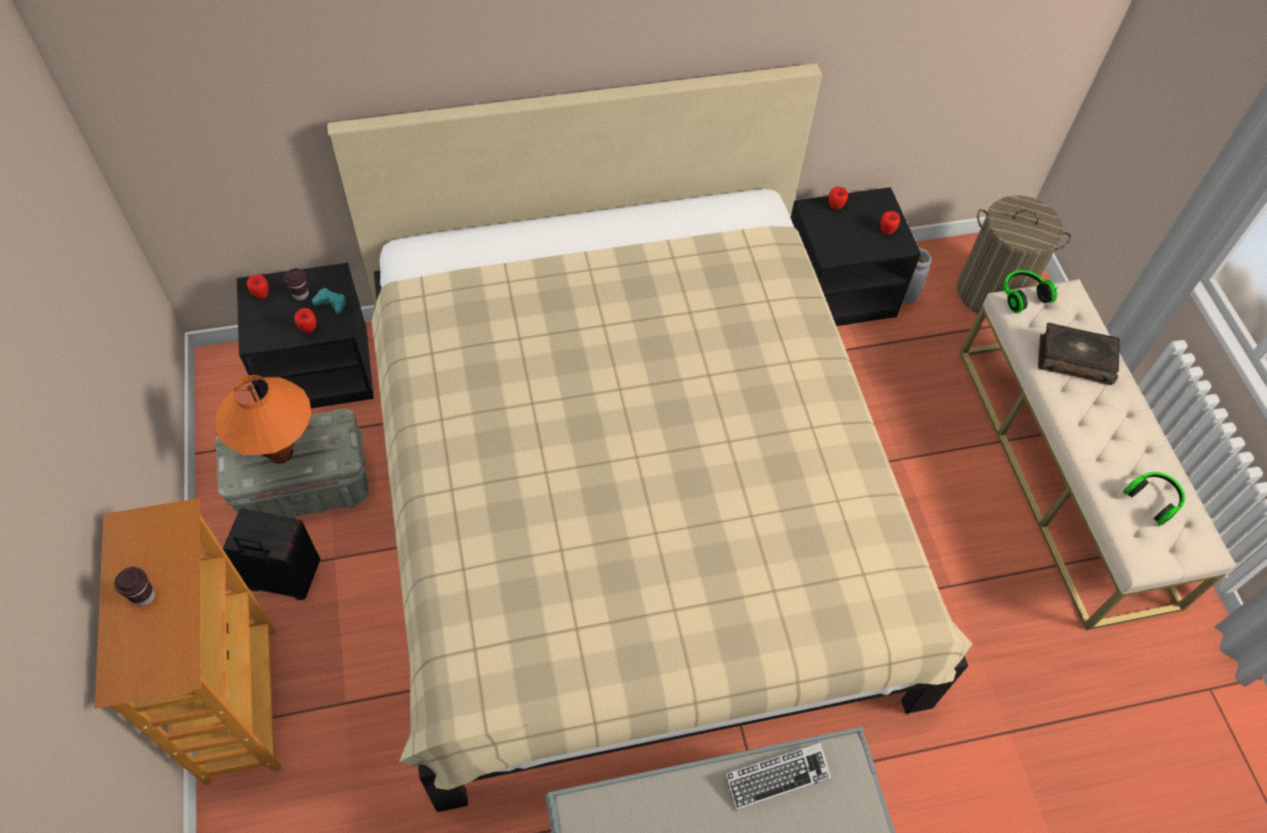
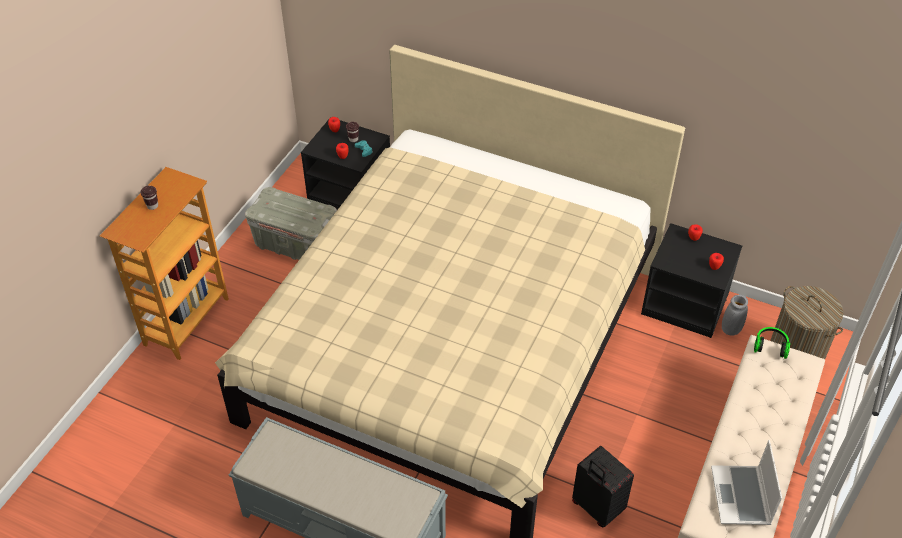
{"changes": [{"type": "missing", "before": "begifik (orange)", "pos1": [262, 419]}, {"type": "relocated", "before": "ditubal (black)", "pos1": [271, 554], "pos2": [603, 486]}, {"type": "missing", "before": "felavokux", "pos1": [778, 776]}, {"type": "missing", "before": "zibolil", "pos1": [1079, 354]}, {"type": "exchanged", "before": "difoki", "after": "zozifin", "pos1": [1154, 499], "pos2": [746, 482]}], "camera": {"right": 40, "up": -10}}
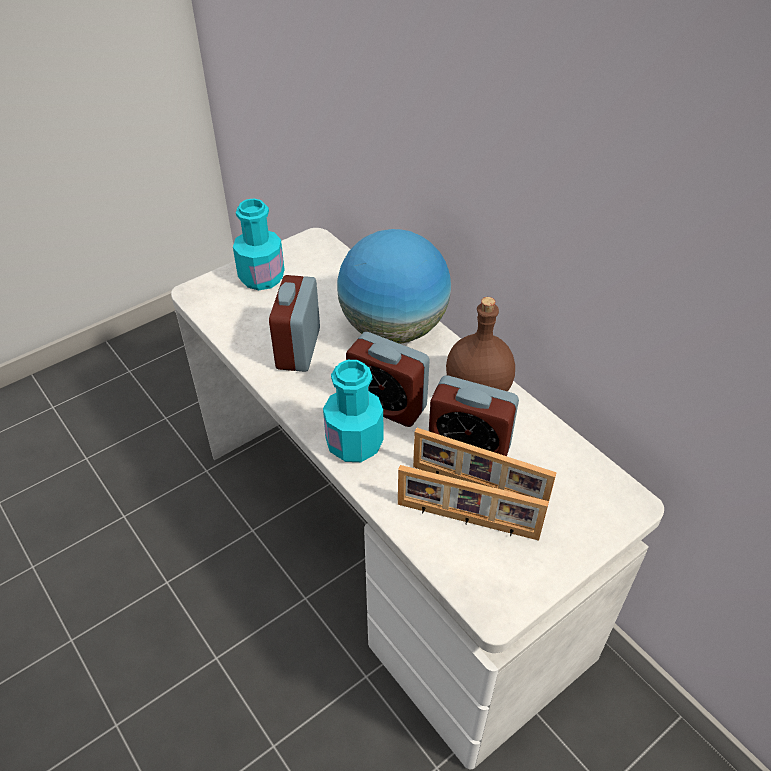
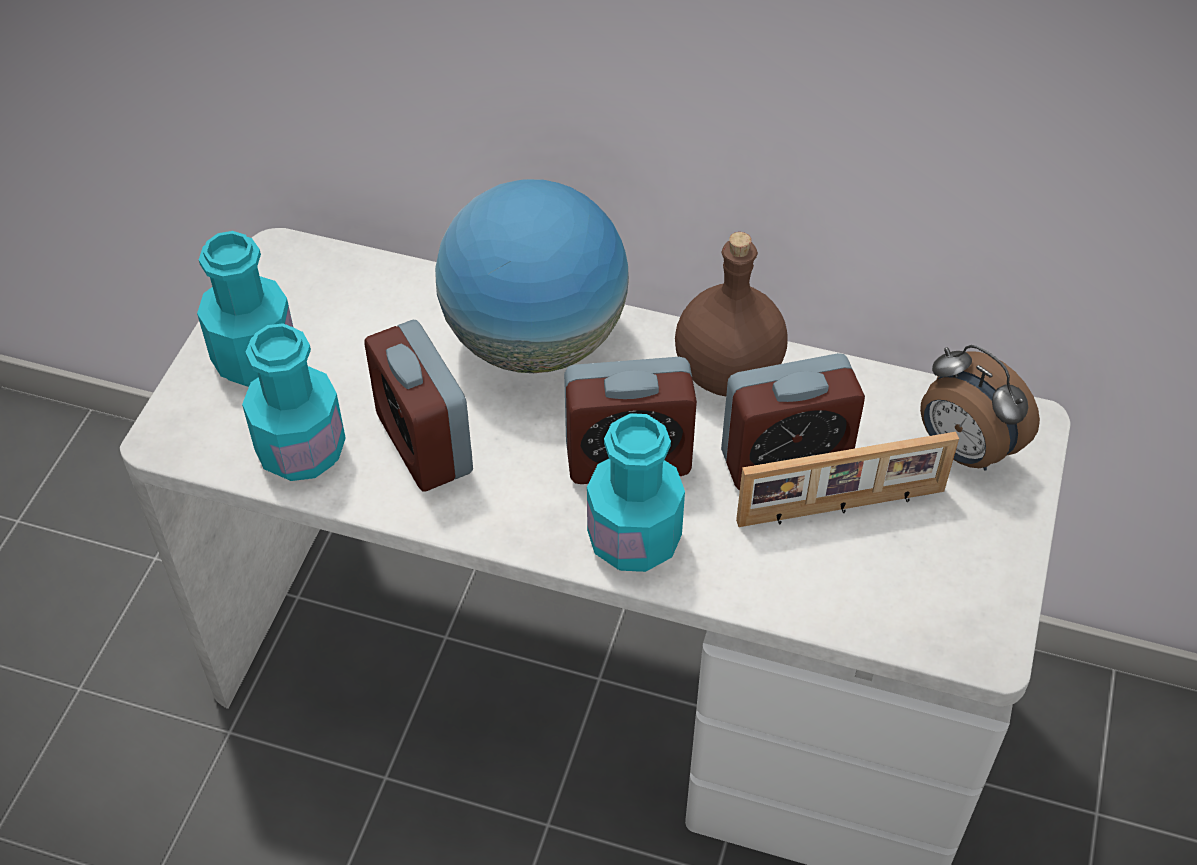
{"changes": [{"type": "missing", "before": "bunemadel", "pos1": [473, 503]}, {"type": "appeared", "after": "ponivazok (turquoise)", "pos2": [294, 402]}, {"type": "appeared", "after": "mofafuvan", "pos2": [980, 408]}], "camera": {"right": -35, "up": 5}}
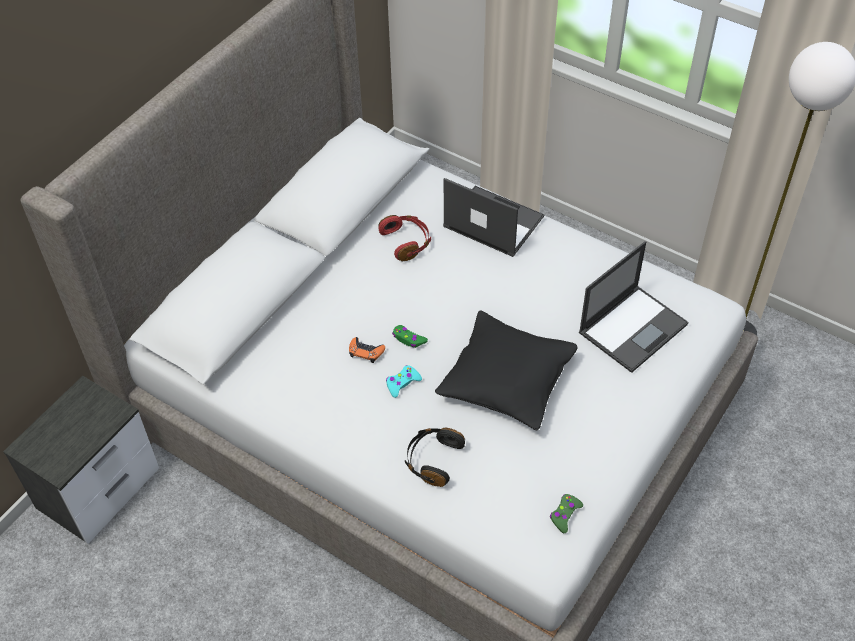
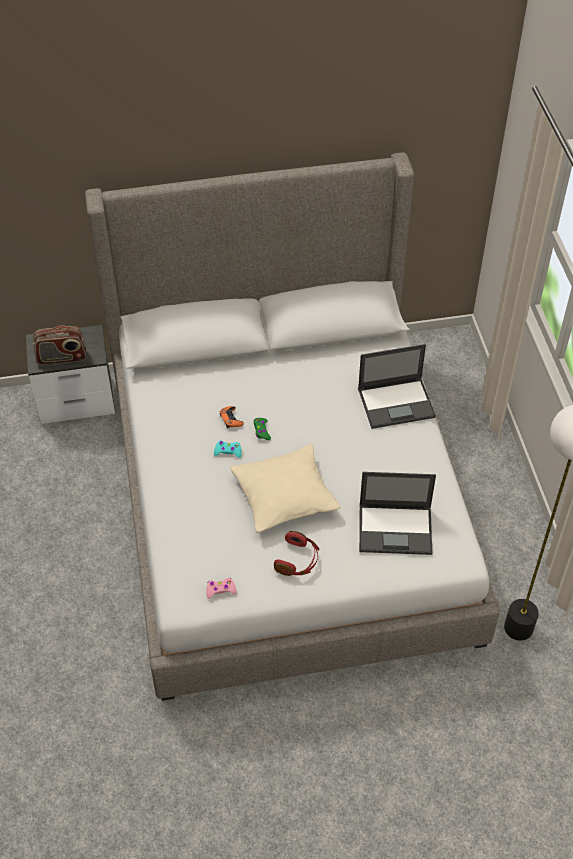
{"changes": [{"type": "relocated", "before": "difoki (red)", "pos1": [404, 238], "pos2": [296, 553]}, {"type": "missing", "before": "difoki (black)", "pos1": [435, 457]}, {"type": "colour", "before": "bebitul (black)", "after": "bebitul (beige)", "pos1": [506, 370], "pos2": [285, 488]}, {"type": "spun", "before": "zozifin", "pos1": [494, 217], "pos2": [397, 386], "turn": 90}, {"type": "colour", "before": "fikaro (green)", "after": "fikaro (pink)", "pos1": [566, 513], "pos2": [221, 588]}, {"type": "appeared", "after": "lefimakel", "pos2": [60, 345]}], "camera": {"right": 45, "up": 0}}
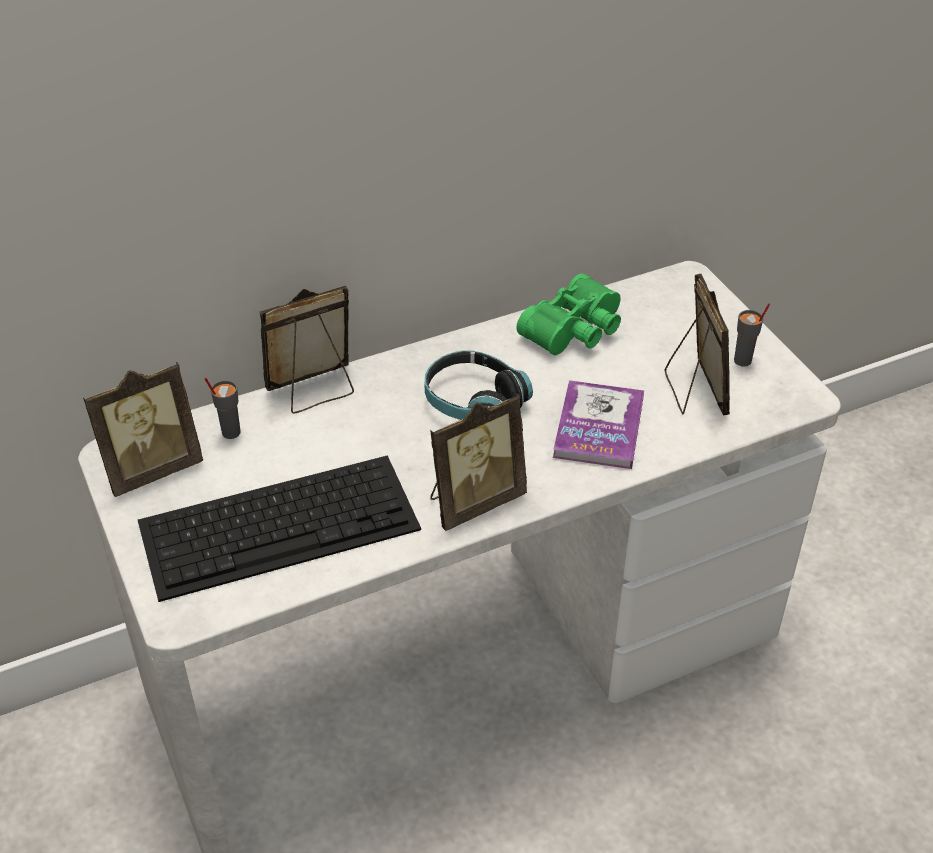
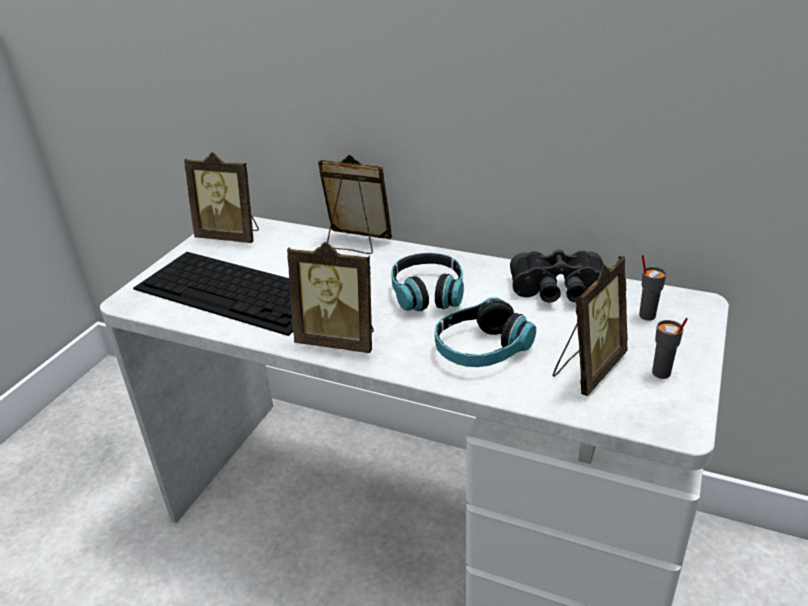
{"changes": [{"type": "relocated", "before": "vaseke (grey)", "pos1": [222, 408], "pos2": [653, 287]}, {"type": "colour", "before": "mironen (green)", "after": "mironen (black)", "pos1": [569, 314], "pos2": [556, 276]}, {"type": "exchanged", "before": "zibolil", "after": "difoki", "pos1": [598, 424], "pos2": [485, 332]}], "camera": {"right": 50, "up": -10}}
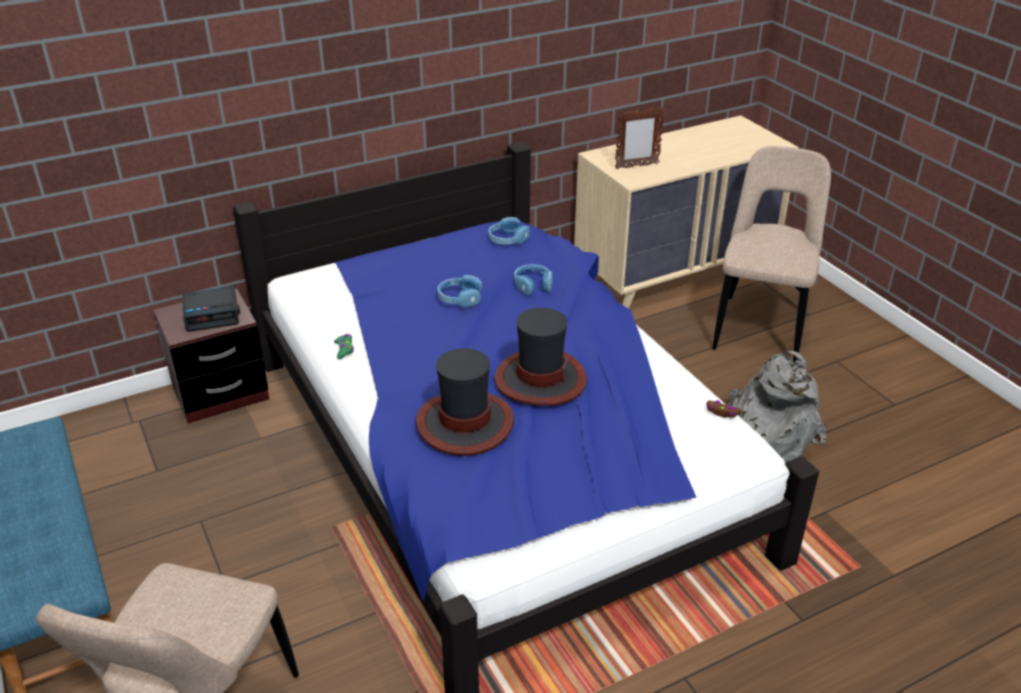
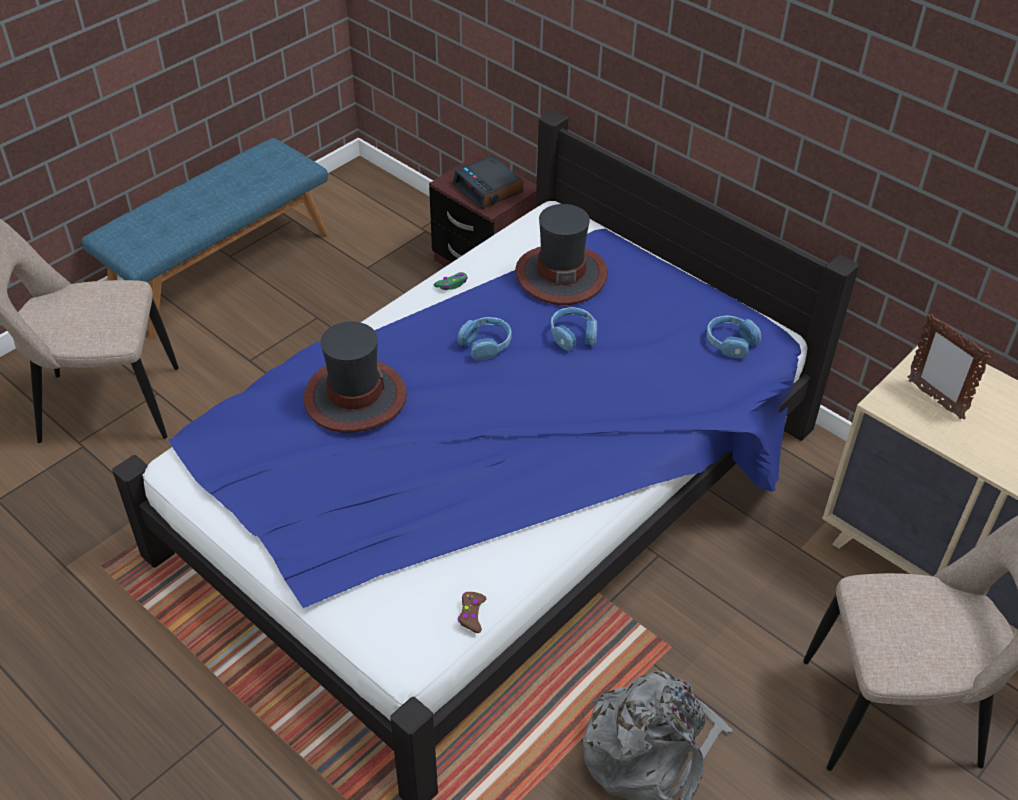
{"changes": [{"type": "relocated", "before": "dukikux", "pos1": [540, 357], "pos2": [561, 254]}, {"type": "relocated", "before": "difoki (blue)", "pos1": [533, 280], "pos2": [484, 338]}], "camera": {"right": 70, "up": 10}}
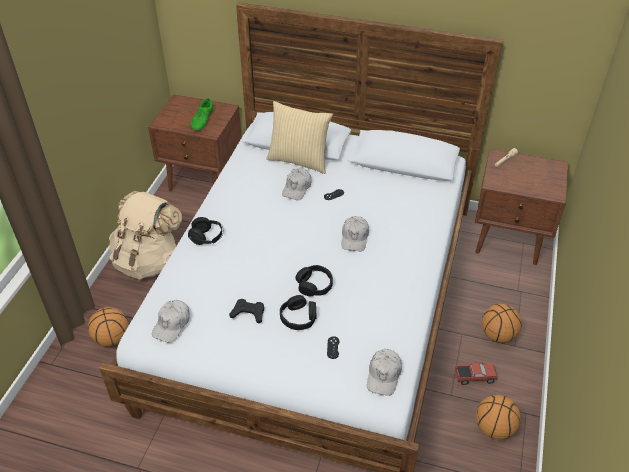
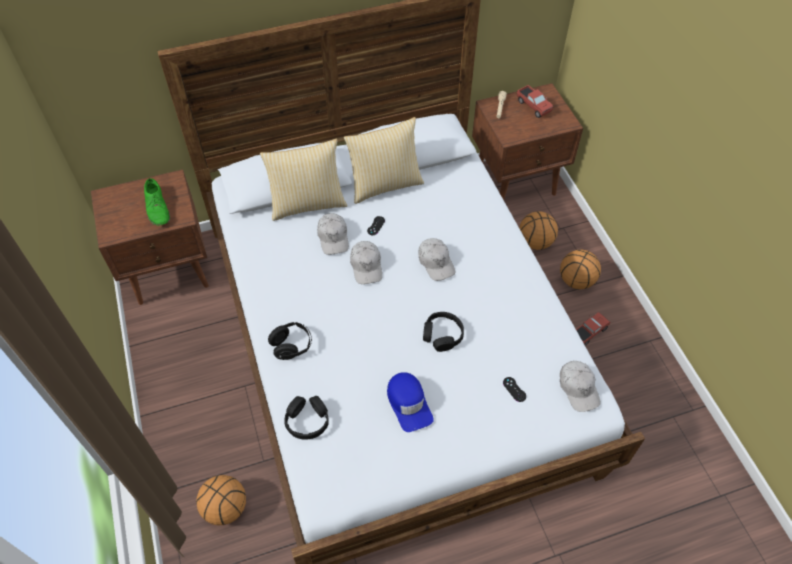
{"changes": [{"type": "missing", "before": "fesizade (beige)", "pos1": [145, 235]}, {"type": "relocated", "before": "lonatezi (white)", "pos1": [171, 321], "pos2": [366, 262]}, {"type": "exchanged", "before": "fikaro (black)", "after": "lonatezi (blue)", "pos1": [246, 311], "pos2": [410, 402]}, {"type": "relocated", "before": "difoki (black)", "pos1": [298, 312], "pos2": [306, 418]}, {"type": "relocated", "before": "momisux", "pos1": [498, 417], "pos2": [538, 230]}, {"type": "appeared", "after": "bebitul", "pos2": [384, 160]}, {"type": "appeared", "after": "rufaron", "pos2": [535, 101]}], "camera": {"right": -35, "up": 10}}
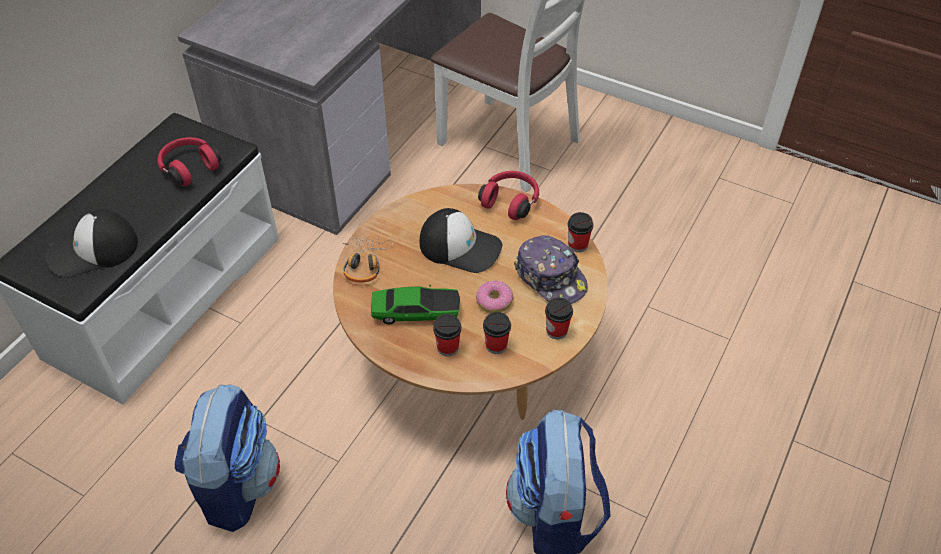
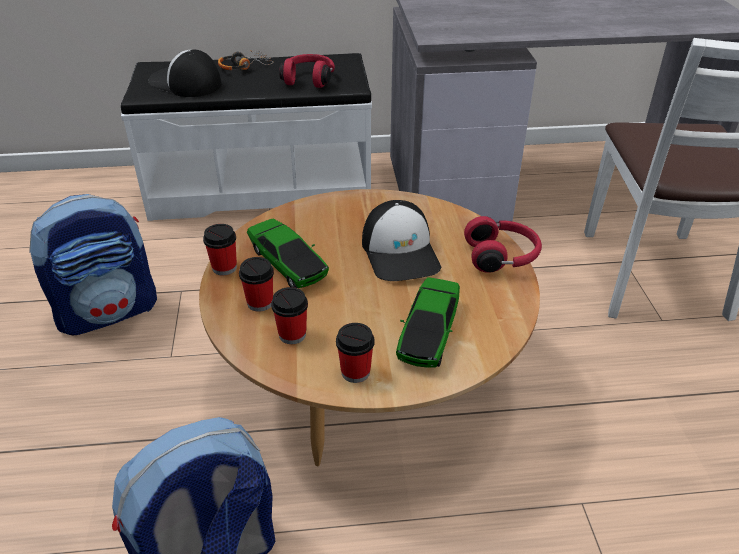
{"changes": [{"type": "relocated", "before": "difoki", "pos1": [368, 260], "pos2": [245, 60]}, {"type": "missing", "before": "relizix", "pos1": [494, 297]}, {"type": "exchanged", "before": "lonatezi", "after": "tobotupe", "pos1": [551, 269], "pos2": [428, 323]}, {"type": "relocated", "before": "vaseke", "pos1": [581, 232], "pos2": [220, 249]}], "camera": {"right": 55, "up": -10}}
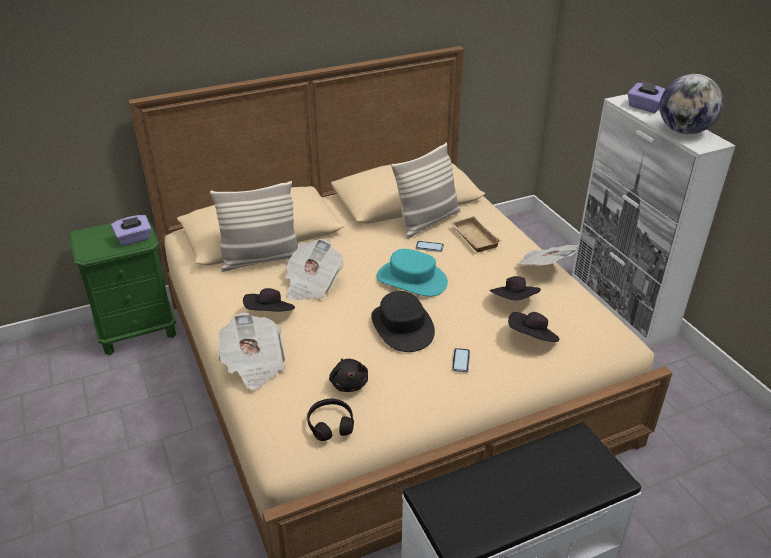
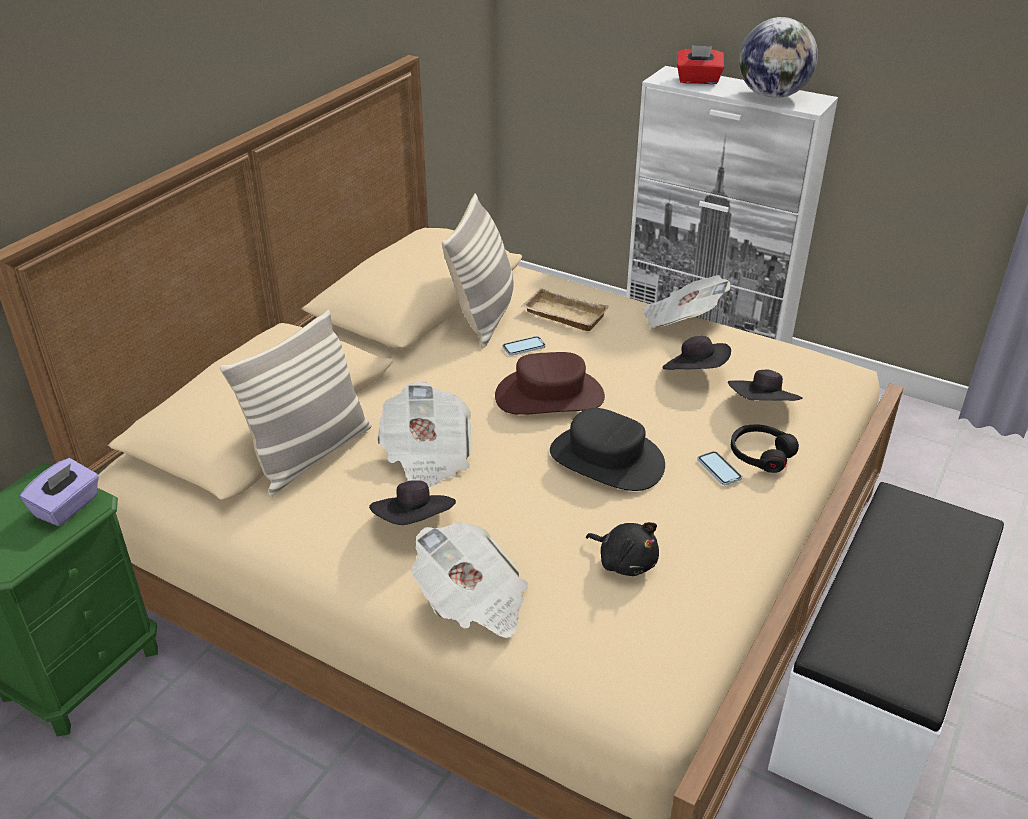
{"changes": [{"type": "relocated", "before": "difoki (black)", "pos1": [330, 420], "pos2": [765, 449]}, {"type": "colour", "before": "dukikux (turquoise)", "after": "dukikux (brown)", "pos1": [412, 273], "pos2": [550, 383]}, {"type": "colour", "before": "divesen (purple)", "after": "divesen (red)", "pos1": [646, 97], "pos2": [700, 64]}], "camera": {"right": -35, "up": 0}}
